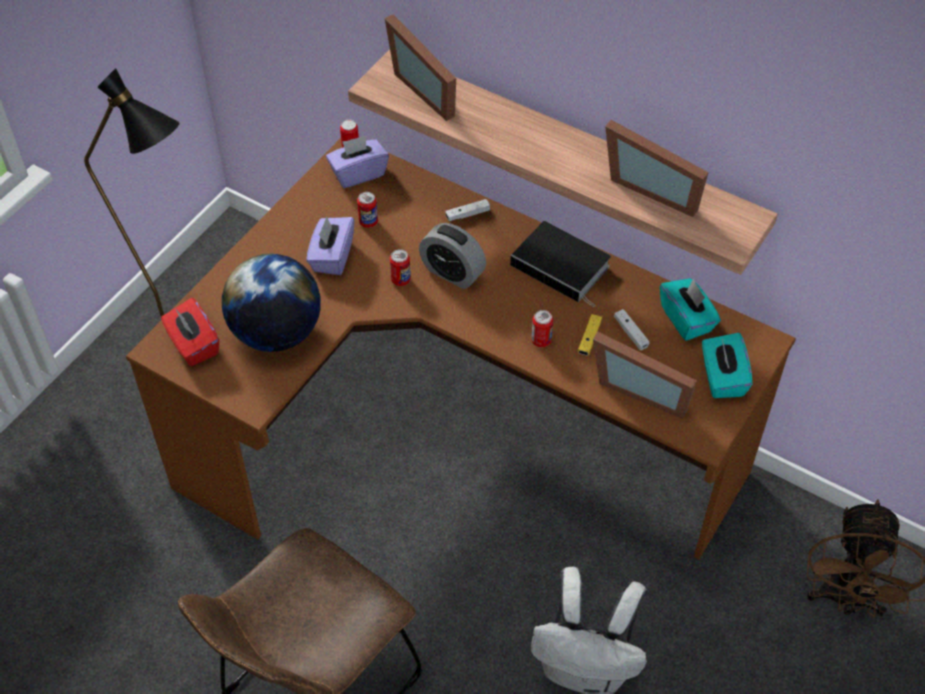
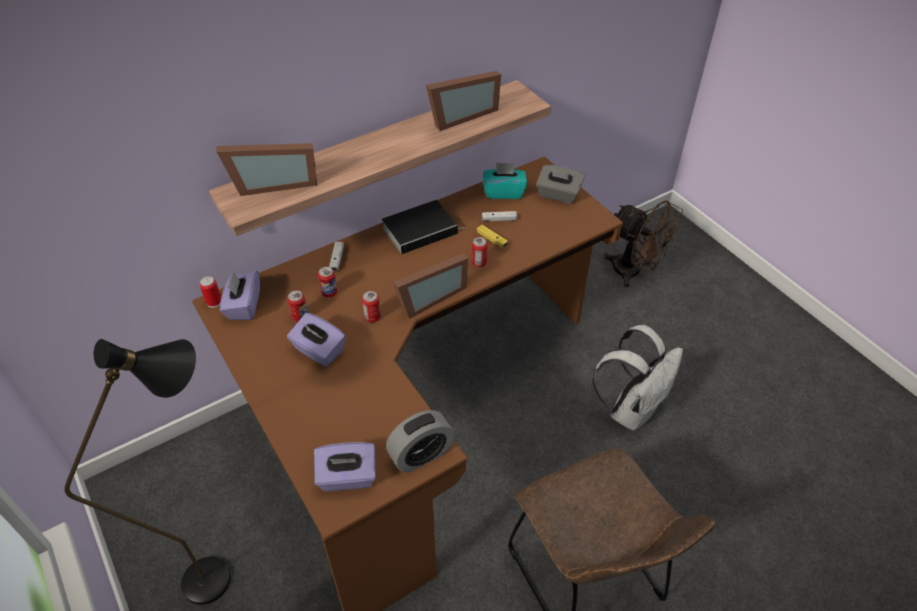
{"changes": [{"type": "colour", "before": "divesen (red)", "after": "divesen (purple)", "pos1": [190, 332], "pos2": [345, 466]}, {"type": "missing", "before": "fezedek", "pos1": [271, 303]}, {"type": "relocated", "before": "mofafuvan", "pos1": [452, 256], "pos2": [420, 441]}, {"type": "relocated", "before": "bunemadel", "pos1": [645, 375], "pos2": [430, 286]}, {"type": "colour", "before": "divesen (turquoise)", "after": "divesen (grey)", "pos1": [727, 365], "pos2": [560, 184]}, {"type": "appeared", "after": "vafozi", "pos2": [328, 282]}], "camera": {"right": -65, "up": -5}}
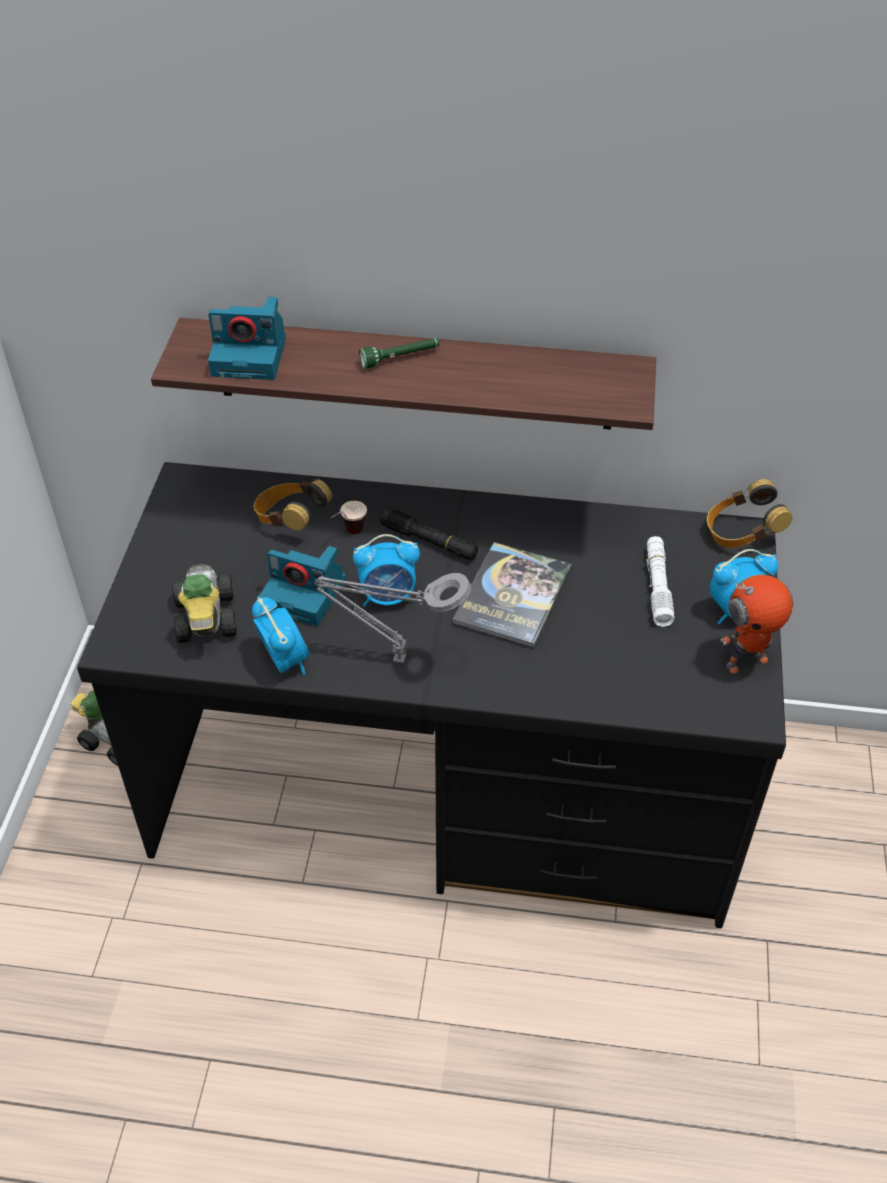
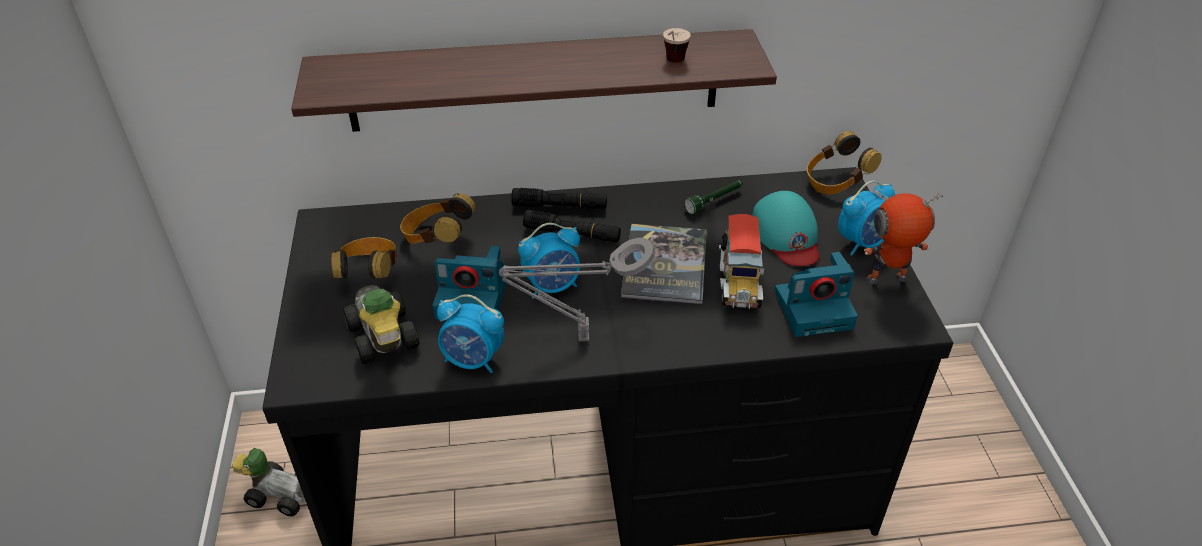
{"changes": [{"type": "relocated", "before": "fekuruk", "pos1": [247, 338], "pos2": [816, 294]}, {"type": "spun", "before": "mofafuvan", "pos1": [280, 635], "pos2": [470, 333], "turn": 150}, {"type": "relocated", "before": "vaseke", "pos1": [349, 517], "pos2": [677, 45]}, {"type": "relocated", "before": "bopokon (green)", "pos1": [399, 353], "pos2": [713, 197]}, {"type": "exchanged", "before": "bopokon (white)", "after": "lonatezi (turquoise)", "pos1": [660, 581], "pos2": [785, 228]}, {"type": "spun", "before": "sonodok", "pos1": [757, 624], "pos2": [903, 238], "turn": -150}, {"type": "appeared", "after": "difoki", "pos2": [365, 258]}, {"type": "appeared", "after": "bopokon (black)", "pos2": [559, 198]}, {"type": "appeared", "after": "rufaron", "pos2": [741, 261]}], "camera": {"right": -15, "up": -5}}
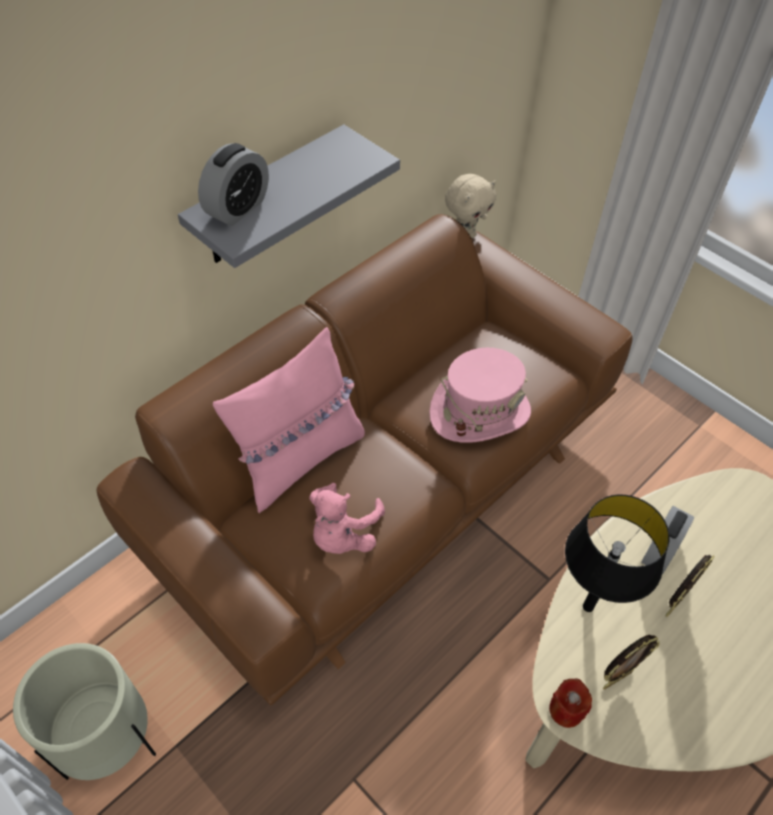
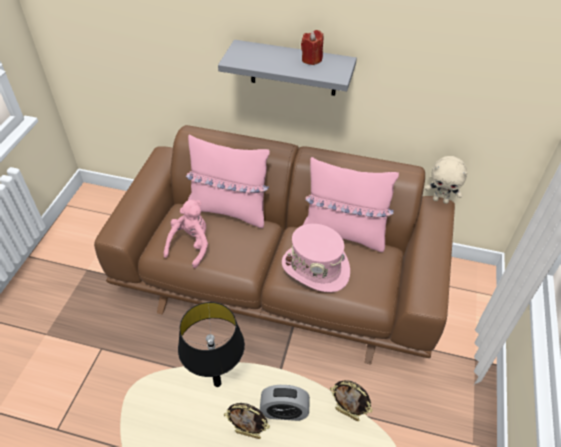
{"changes": [{"type": "missing", "before": "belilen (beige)", "pos1": [84, 711]}, {"type": "missing", "before": "mofafuvan", "pos1": [233, 184]}, {"type": "spun", "before": "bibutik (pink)", "pos1": [347, 518], "pos2": [186, 234], "turn": 120}, {"type": "relocated", "before": "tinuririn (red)", "pos1": [570, 703], "pos2": [312, 47]}, {"type": "relocated", "before": "bunemadel", "pos1": [631, 662], "pos2": [351, 400]}, {"type": "appeared", "after": "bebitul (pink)", "pos2": [351, 204]}], "camera": {"right": 60, "up": -5}}
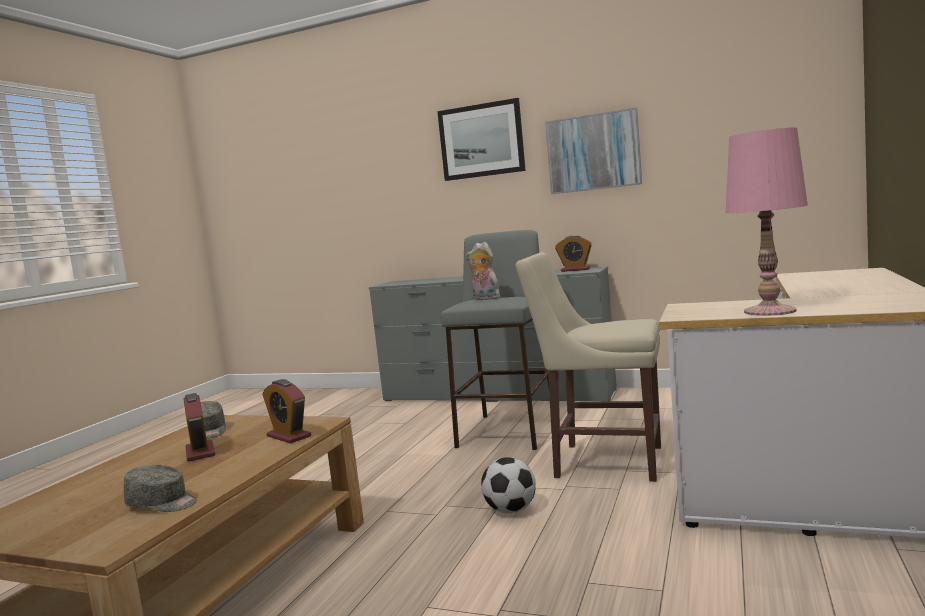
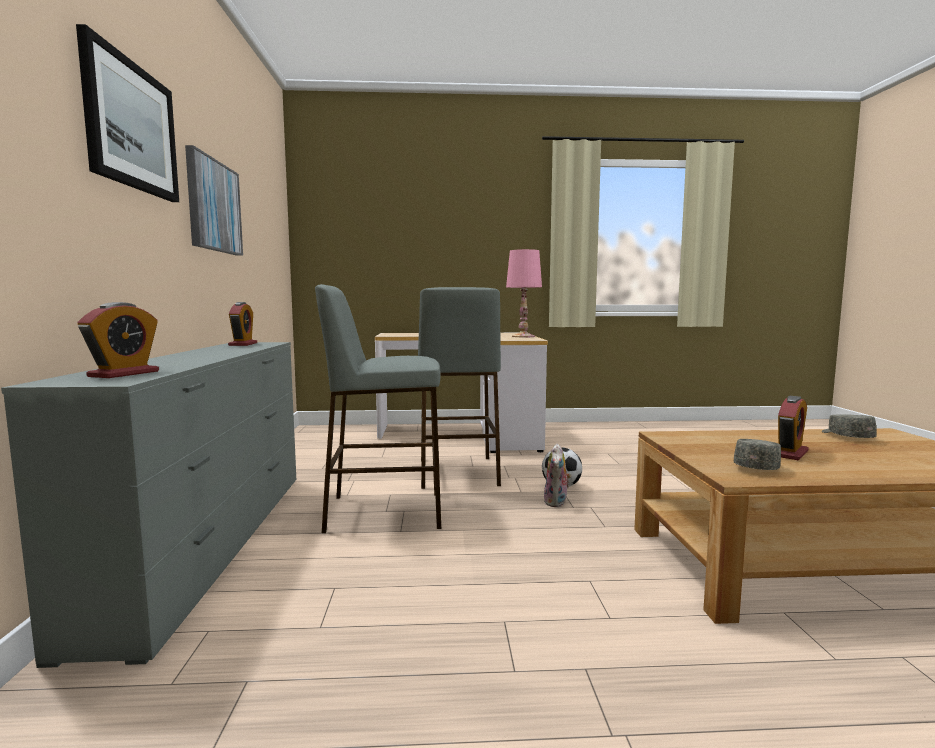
{"changes": [{"type": "relocated", "before": "mofafuvan", "pos1": [286, 411], "pos2": [118, 340]}, {"type": "relocated", "before": "bibutik", "pos1": [483, 271], "pos2": [558, 475]}, {"type": "exchanged", "before": "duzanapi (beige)", "after": "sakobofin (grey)", "pos1": [588, 367], "pos2": [459, 388]}], "camera": {"right": -115, "up": 0}}
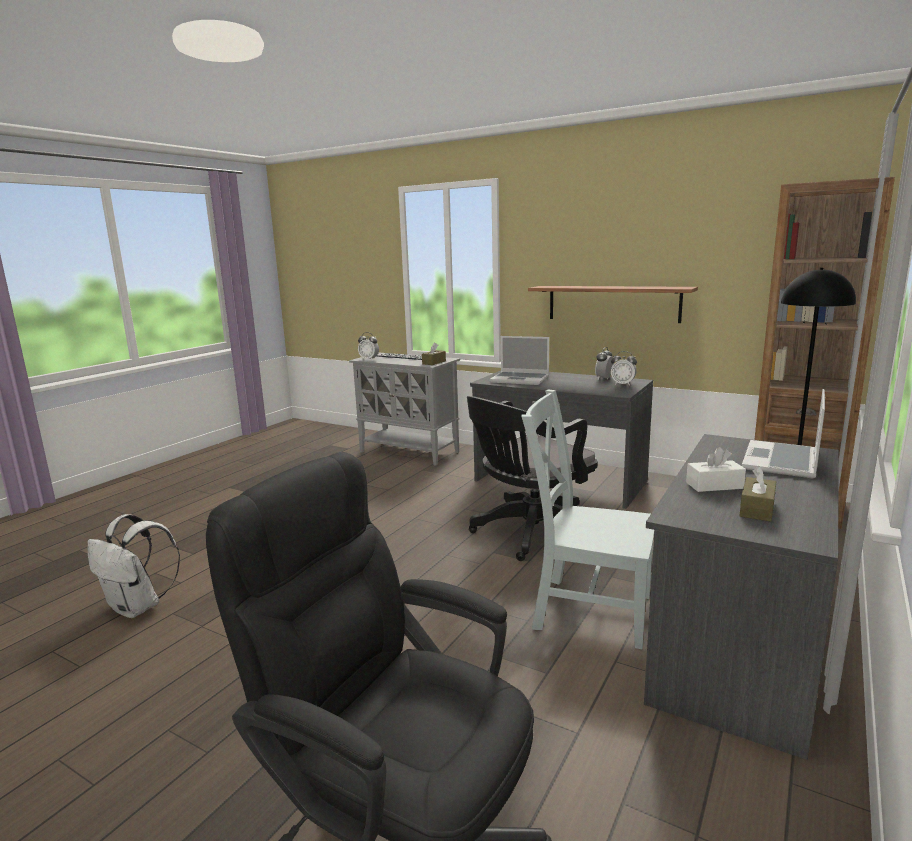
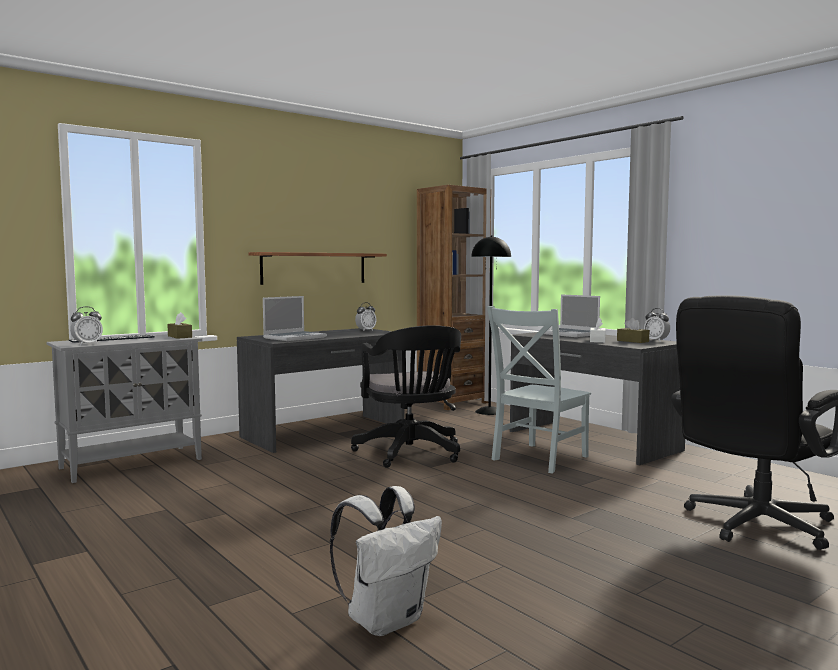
{"changes": [{"type": "relocated", "before": "mofafuvan", "pos1": [604, 363], "pos2": [657, 325]}], "camera": {"right": -70, "up": -10}}
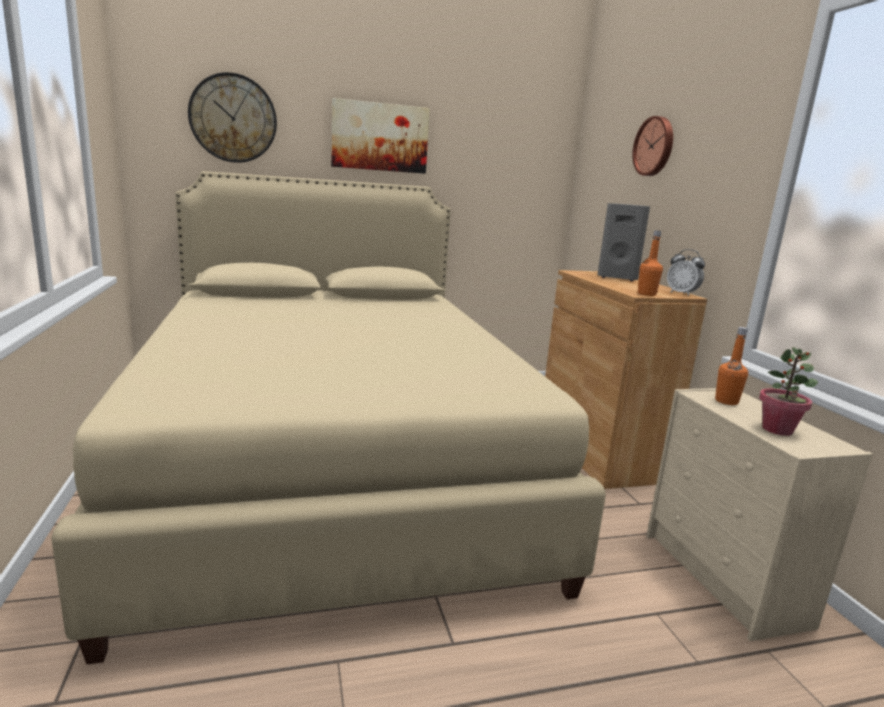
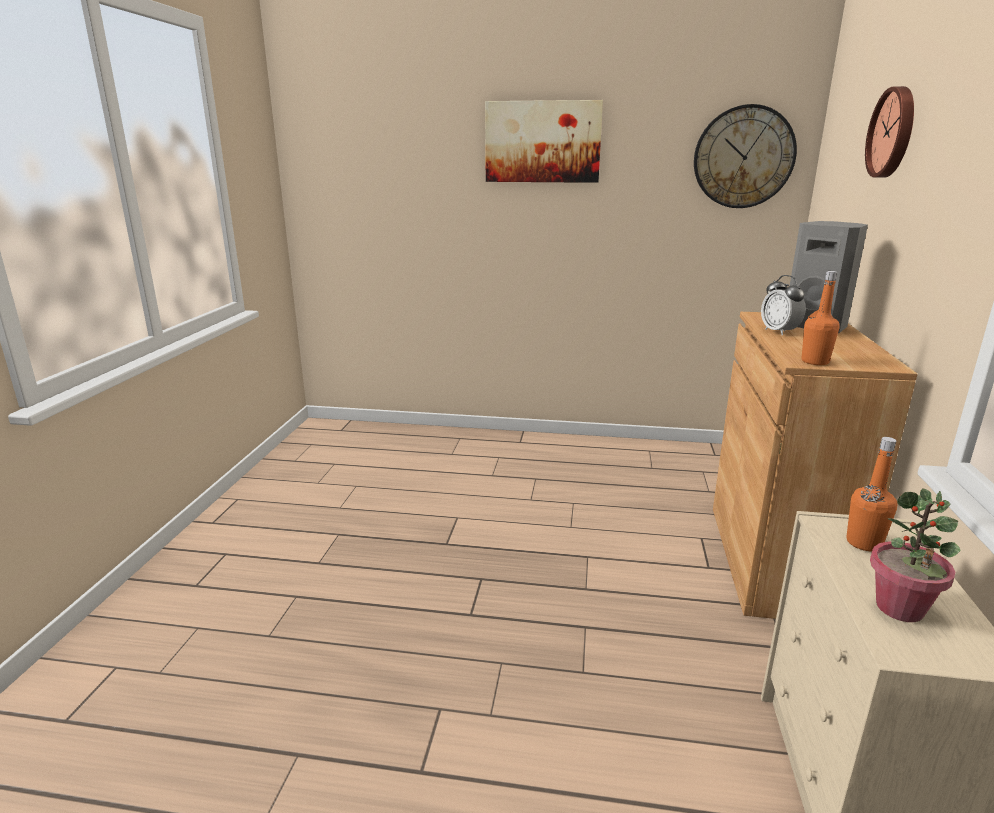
{"changes": [{"type": "missing", "before": "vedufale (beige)", "pos1": [328, 418]}, {"type": "relocated", "before": "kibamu", "pos1": [232, 117], "pos2": [745, 156]}, {"type": "relocated", "before": "mofafuvan", "pos1": [686, 272], "pos2": [783, 305]}], "camera": {"right": 25, "up": 5}}
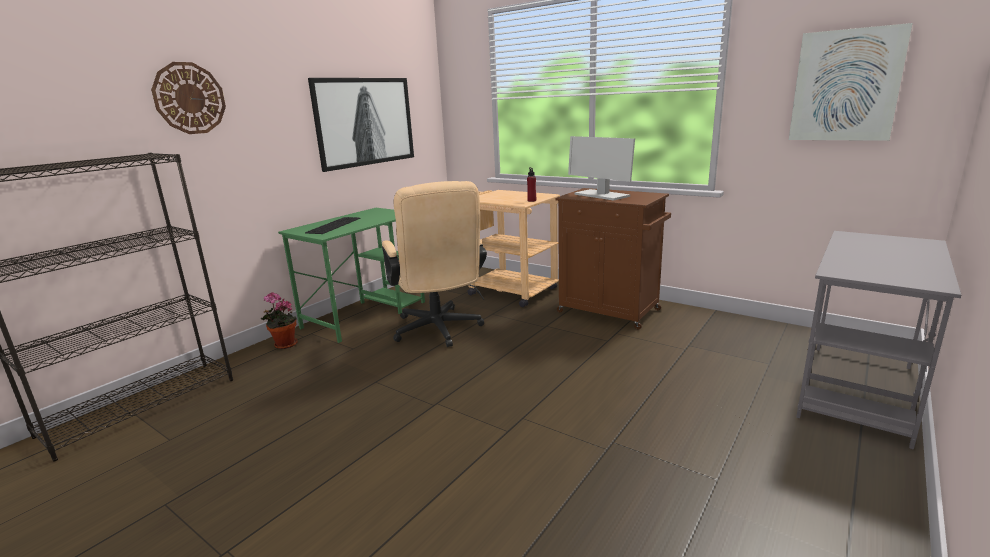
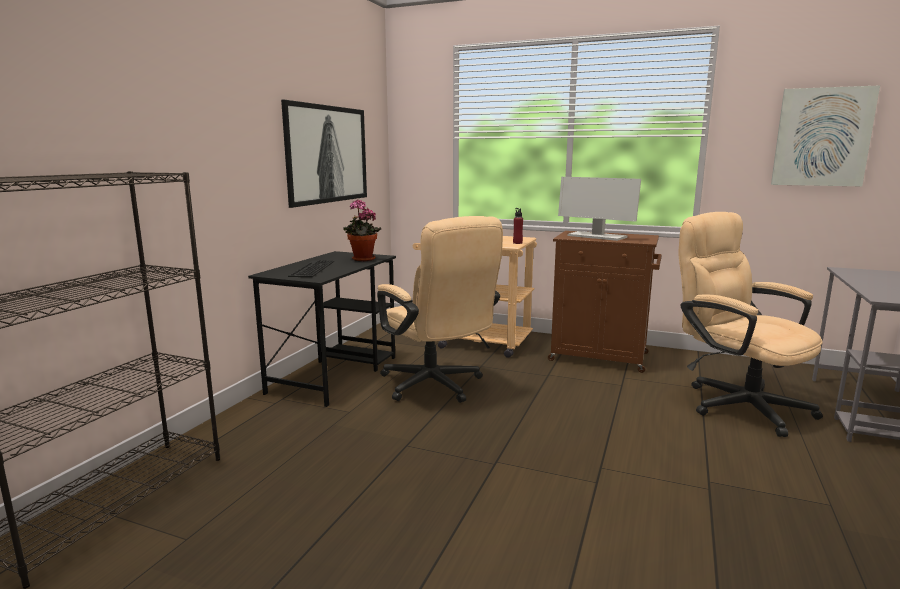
{"changes": [{"type": "missing", "before": "kibamu", "pos1": [188, 98]}, {"type": "relocated", "before": "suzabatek", "pos1": [279, 320], "pos2": [362, 231]}, {"type": "colour", "before": "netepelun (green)", "after": "netepelun (black)", "pos1": [351, 275], "pos2": [322, 329]}, {"type": "appeared", "after": "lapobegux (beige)", "pos2": [750, 324]}], "camera": {"right": -15, "up": -5}}
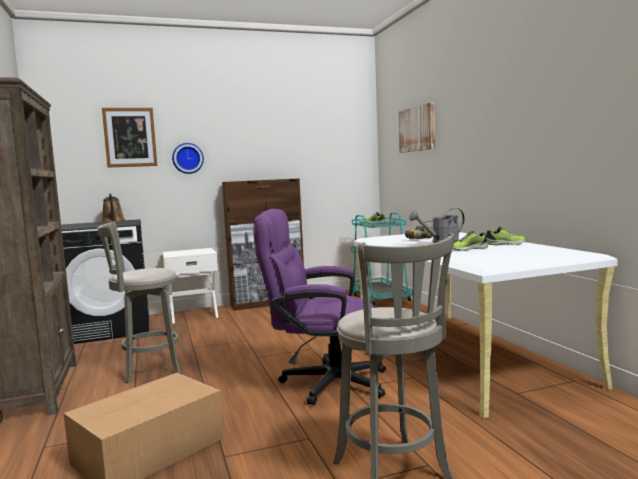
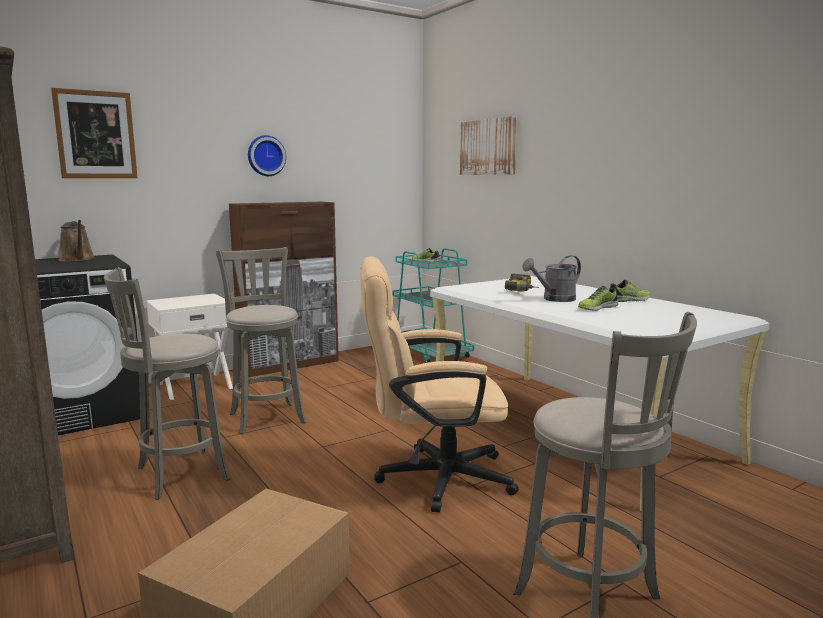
{"changes": [{"type": "relocated", "before": "kibamu", "pos1": [188, 158], "pos2": [267, 155]}, {"type": "colour", "before": "lapobegux (purple)", "after": "lapobegux (beige)", "pos1": [319, 307], "pos2": [439, 384]}, {"type": "appeared", "after": "sakobofin (grey)", "pos2": [261, 340]}], "camera": {"right": -15, "up": 5}}
